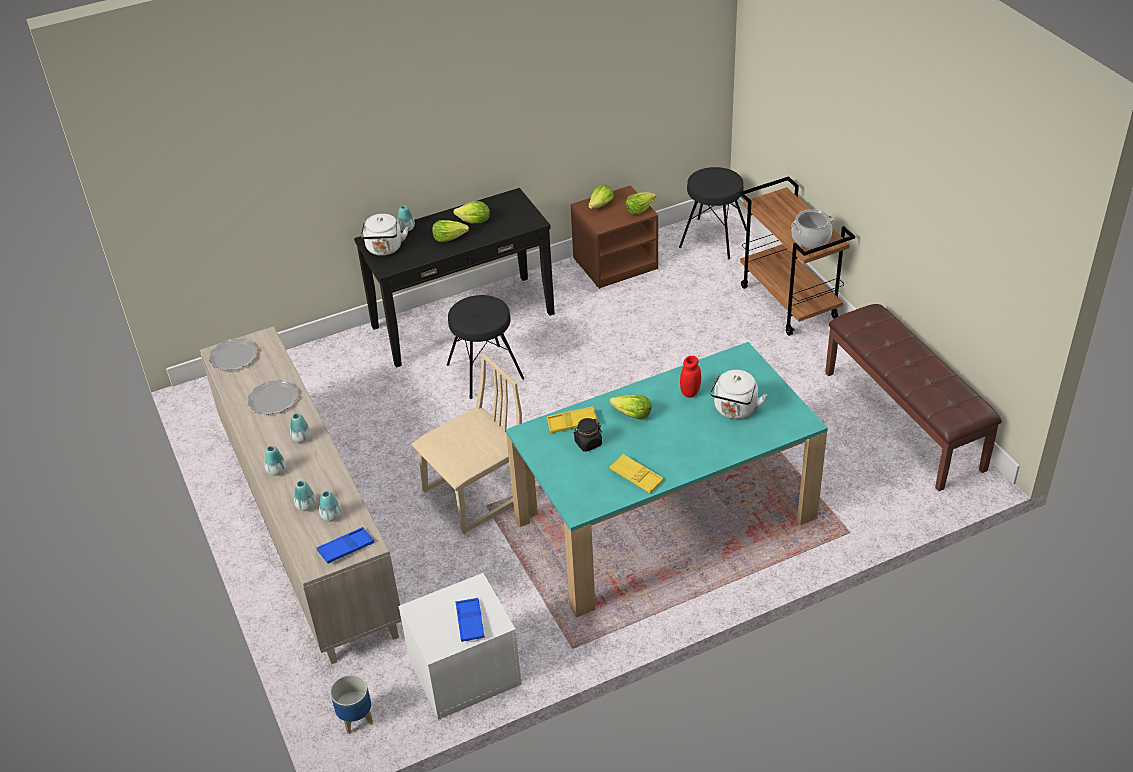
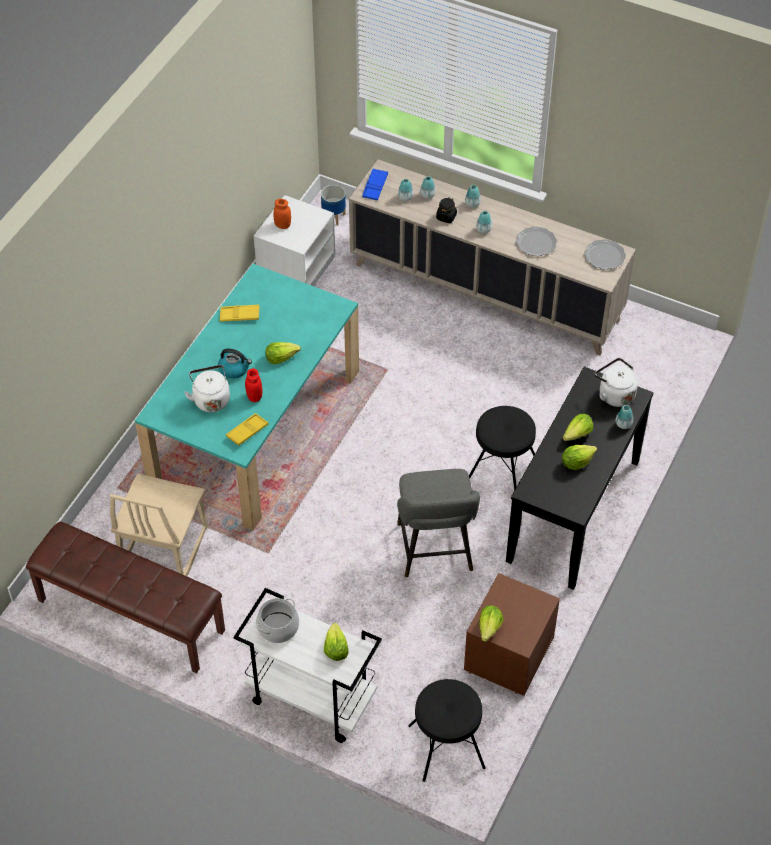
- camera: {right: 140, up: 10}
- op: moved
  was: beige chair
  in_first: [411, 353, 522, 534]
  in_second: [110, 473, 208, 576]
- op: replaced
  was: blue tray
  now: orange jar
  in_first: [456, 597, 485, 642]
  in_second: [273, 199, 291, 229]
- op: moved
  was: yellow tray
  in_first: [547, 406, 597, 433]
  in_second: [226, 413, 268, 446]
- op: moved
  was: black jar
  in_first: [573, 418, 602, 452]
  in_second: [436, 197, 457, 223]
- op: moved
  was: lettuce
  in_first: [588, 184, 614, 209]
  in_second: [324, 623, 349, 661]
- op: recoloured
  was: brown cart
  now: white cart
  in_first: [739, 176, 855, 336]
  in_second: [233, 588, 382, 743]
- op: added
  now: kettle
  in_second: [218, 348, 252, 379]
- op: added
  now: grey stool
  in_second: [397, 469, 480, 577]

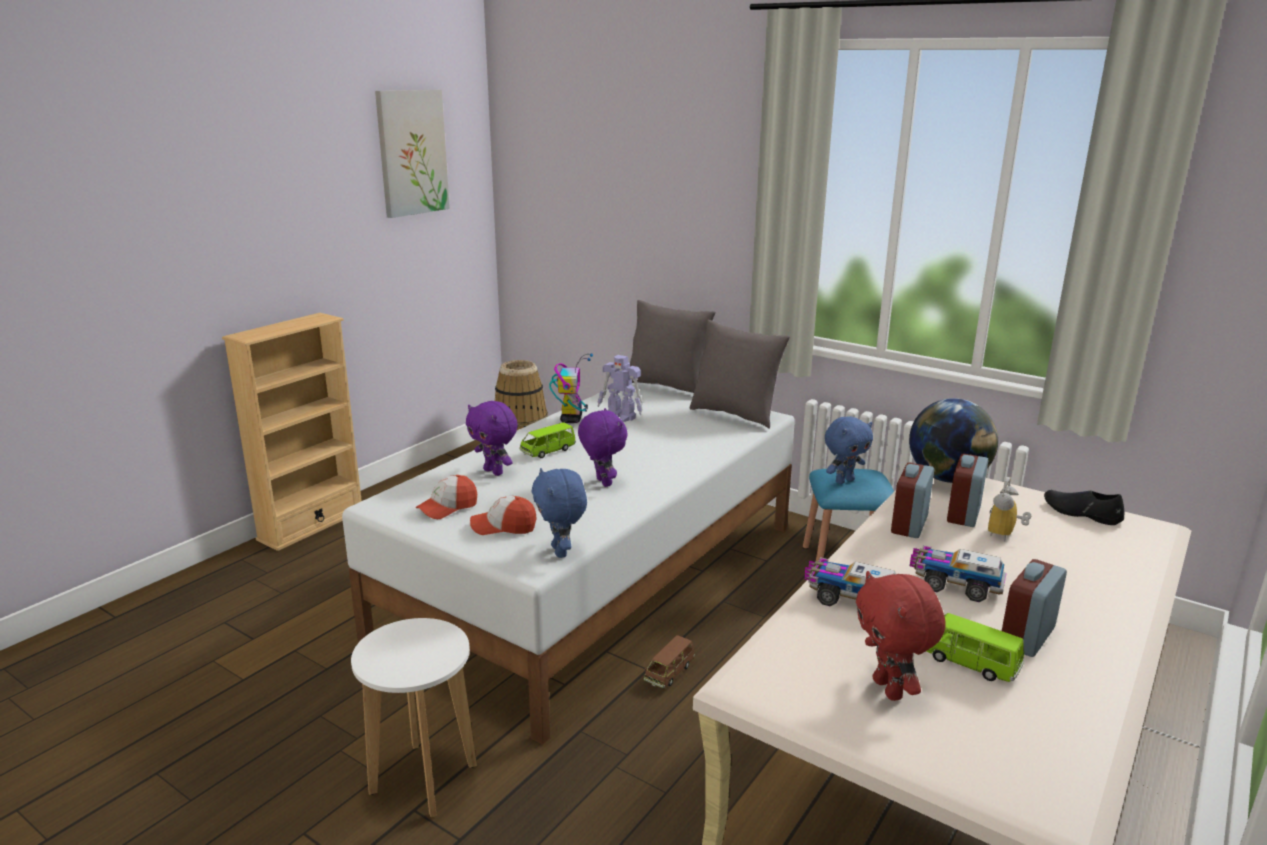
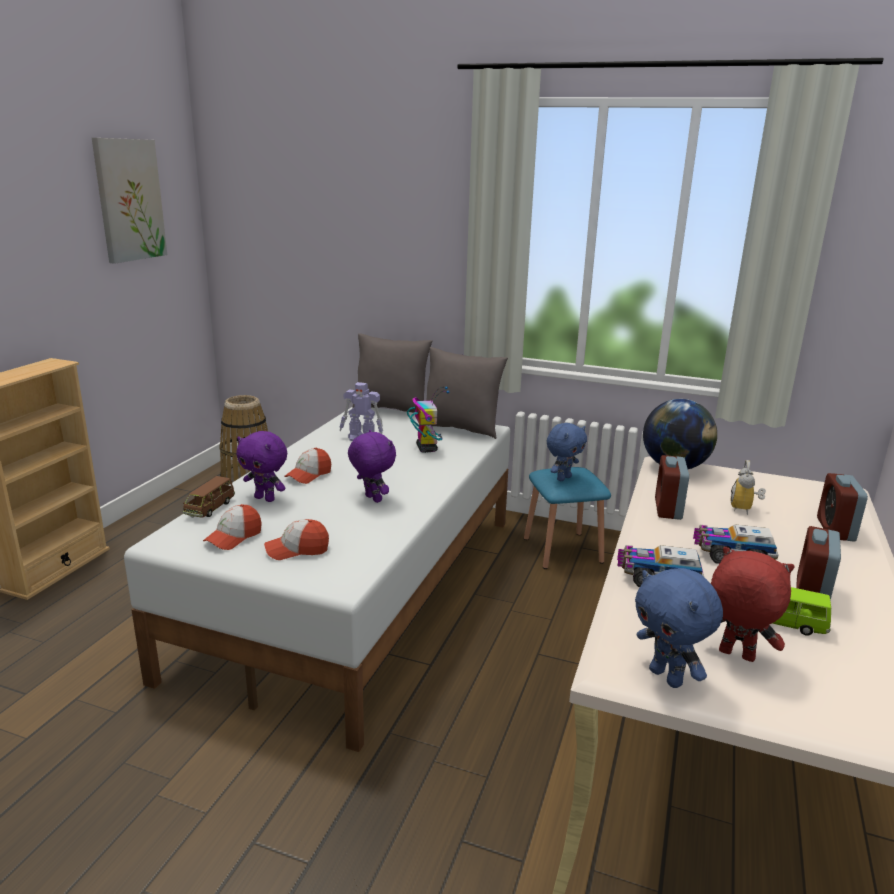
- camera: {right: -15, up: 0}
- op: removed
  was: white stool
  in_first: [351, 618, 477, 817]
- op: replaced
  was: green toy car
  now: cap
  in_first: [519, 422, 576, 458]
  in_second: [284, 448, 331, 484]
- op: moved
  was: blue plush toy
  in_first: [531, 468, 587, 558]
  in_second: [635, 568, 723, 688]
- op: moved
  was: toy robot
  in_first: [549, 353, 593, 423]
  in_second: [407, 386, 449, 453]
- op: moved
  was: brown toy car
  in_first: [644, 635, 695, 688]
  in_second: [183, 476, 235, 518]
- op: turned
  was: red plush toy
  in_first: [856, 571, 946, 701]
  in_second: [711, 547, 795, 662]
  clockwise: 150
- op: moved
  was: alarm clock
  in_first: [947, 453, 988, 527]
  in_second: [817, 473, 868, 541]
- op: removed
  was: black shoe
  in_first: [1044, 490, 1124, 525]

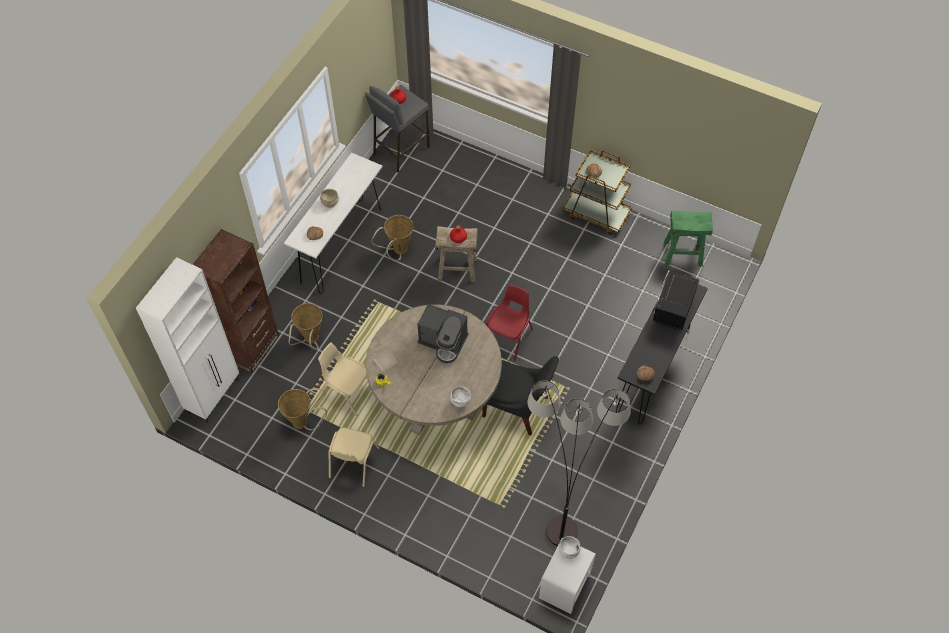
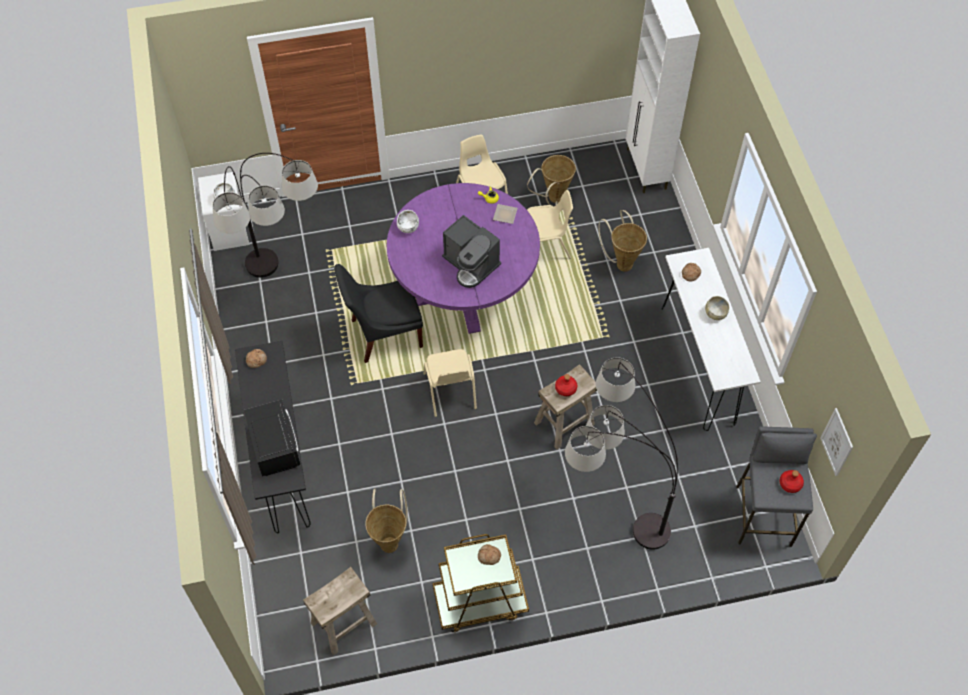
- camera: {right: 140, up: 0}
- op: removed
  was: brown bookcase
  in_first: [193, 229, 279, 373]
- op: recoloured
  was: beige dining table
  now: purple dining table
  in_first: [366, 304, 502, 435]
  in_second: [387, 183, 540, 334]
- op: moved
  was: basket
  in_first: [372, 215, 413, 260]
  in_second: [365, 489, 408, 553]
- op: turned
  was: coffee machine
  in_first: [417, 304, 469, 363]
  in_second: [442, 215, 501, 288]
  clockwise: -120
- op: recoloured
  was: red chair
  now: beige chair
  in_first: [486, 284, 533, 361]
  in_second: [424, 349, 477, 417]
- op: recoloured
  was: green stool
  now: beige stool
  in_first: [664, 210, 713, 266]
  in_second: [303, 567, 377, 655]
- op: added
  now: floor lamp
  in_second: [565, 357, 678, 550]
- op: added
  now: picture
  in_second: [820, 408, 853, 476]

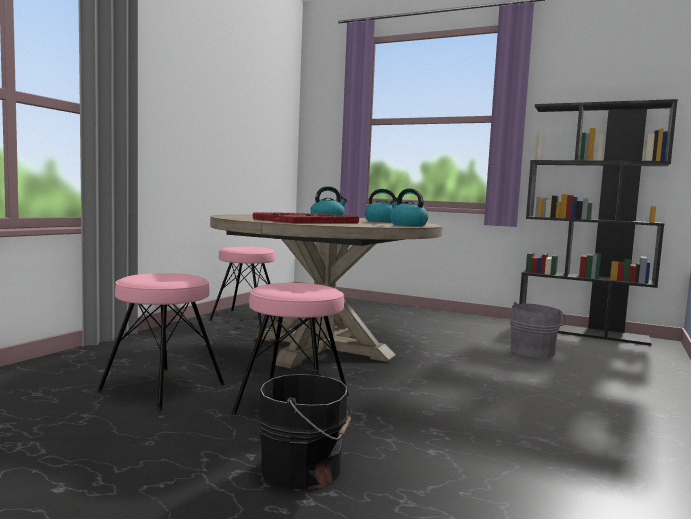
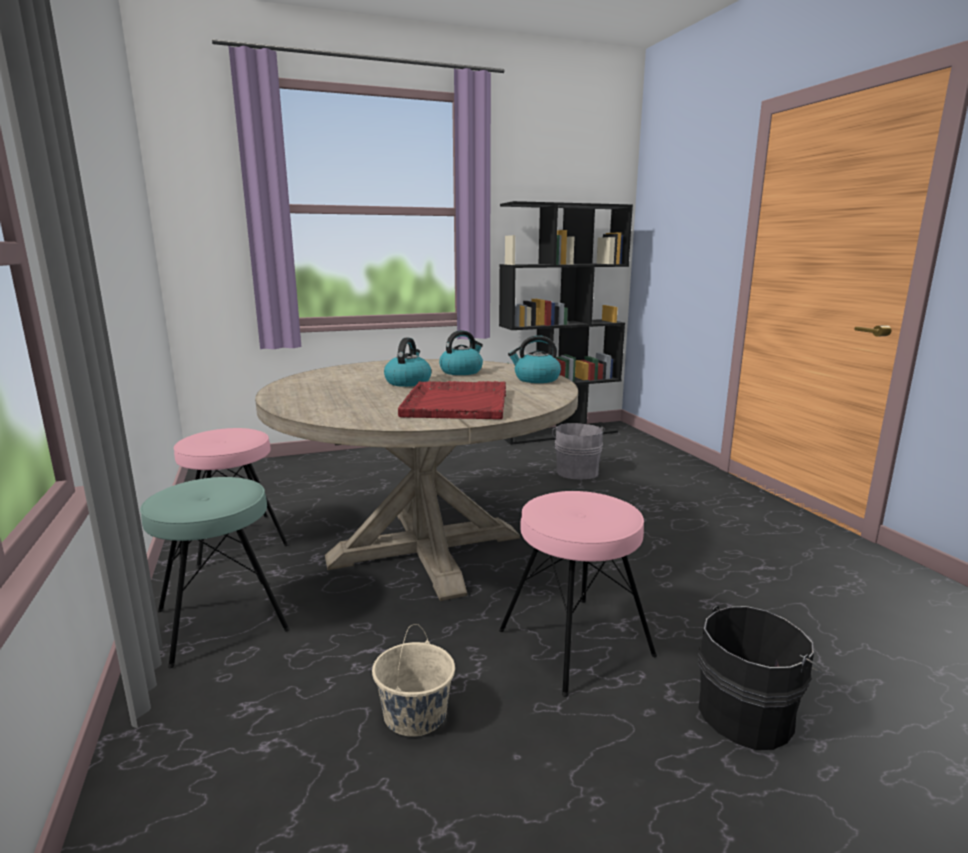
- camera: {right: -45, up: 10}
- op: replaced
  was: pink stool
  now: beige bucket
  in_first: [97, 273, 225, 411]
  in_second: [372, 624, 455, 736]
- op: added
  now: turquoise stool
  in_second: [140, 477, 290, 668]

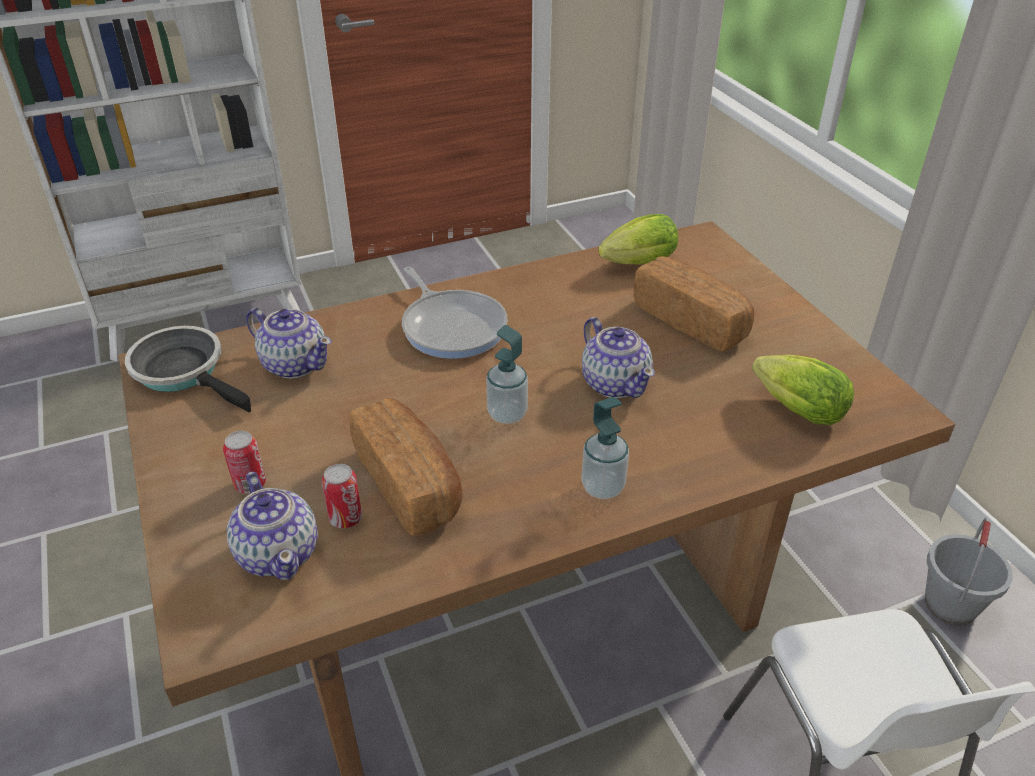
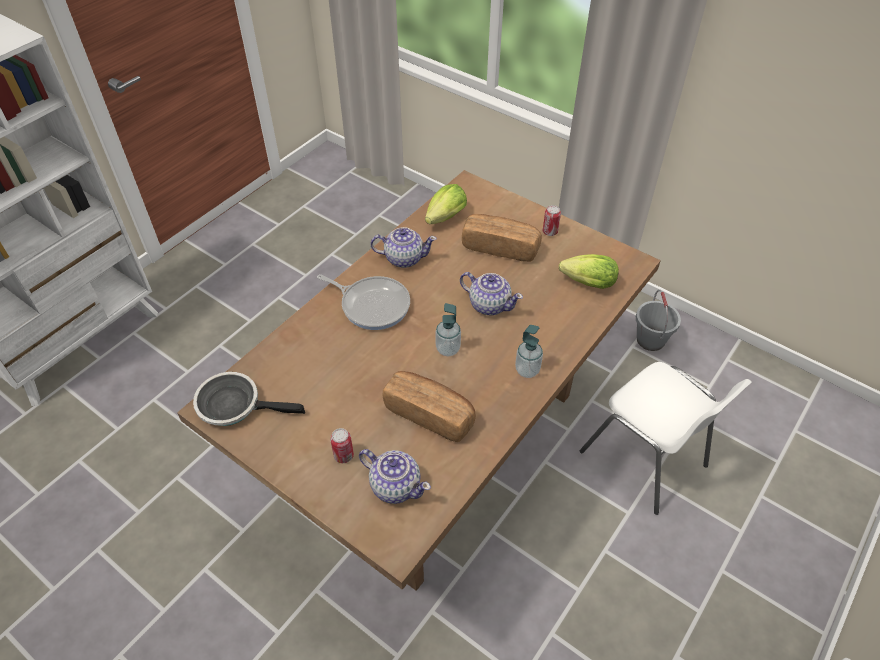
- camera: {right: -30, up: 10}
- op: moved
  was: teapot
  in_first: [246, 308, 332, 378]
  in_second: [371, 227, 437, 268]
- op: moved
  was: can
  in_first: [322, 464, 362, 528]
  in_second: [543, 205, 561, 236]

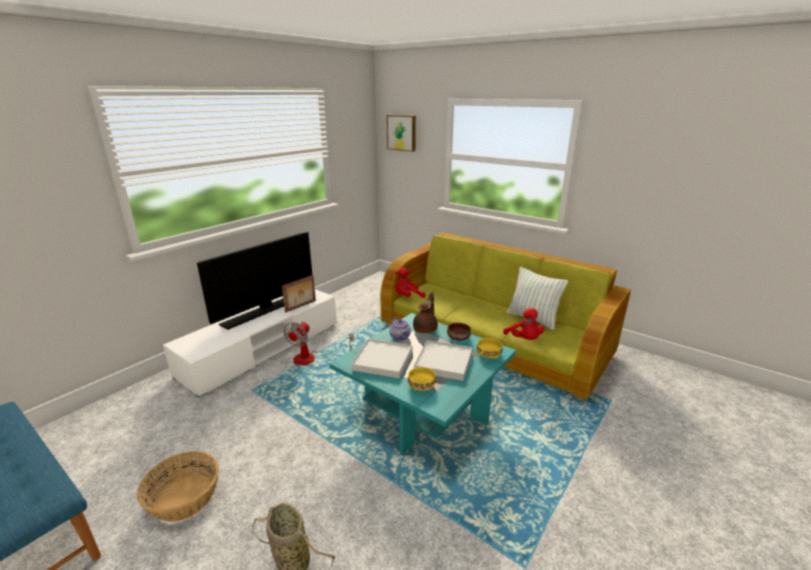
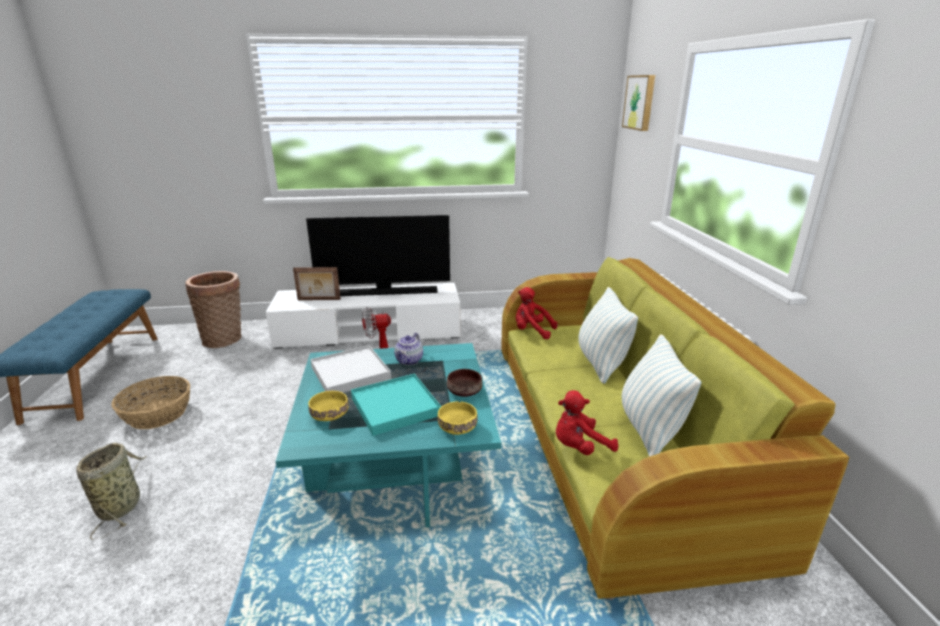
- camera: {right: 45, up: 0}
- op: moved
  was: picture frame
  in_first: [282, 275, 316, 313]
  in_second: [293, 267, 341, 300]
- op: removed
  was: brown teapot
  in_first: [413, 292, 438, 333]
- op: recoloured
  was: white tray
  now: turquoise tray
  in_first: [414, 340, 472, 381]
  in_second: [351, 374, 441, 436]
- op: turned
  was: red plush toy
  in_first: [503, 308, 544, 340]
  in_second: [556, 390, 618, 455]
  clockwise: 45
- op: added
  now: basket
  in_second: [186, 271, 242, 348]
- op: added
  now: pillow
  in_second: [578, 287, 638, 384]

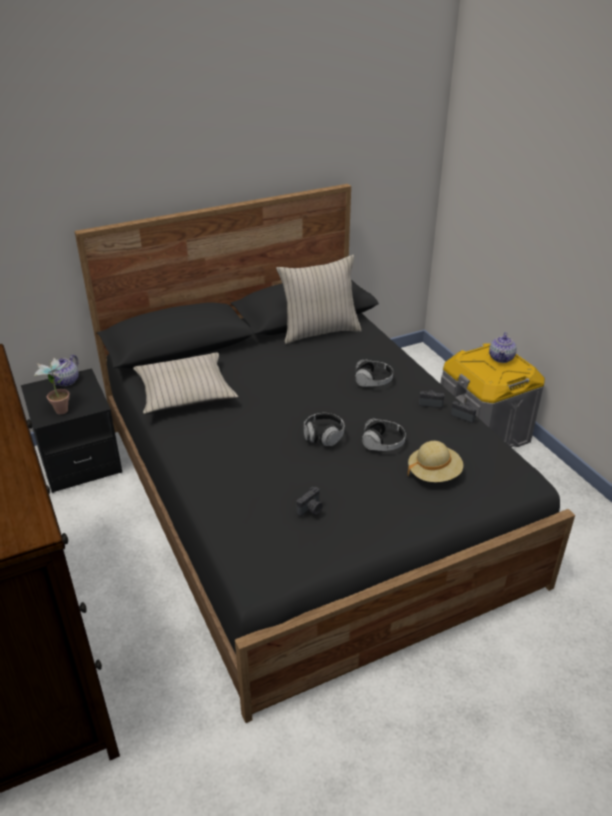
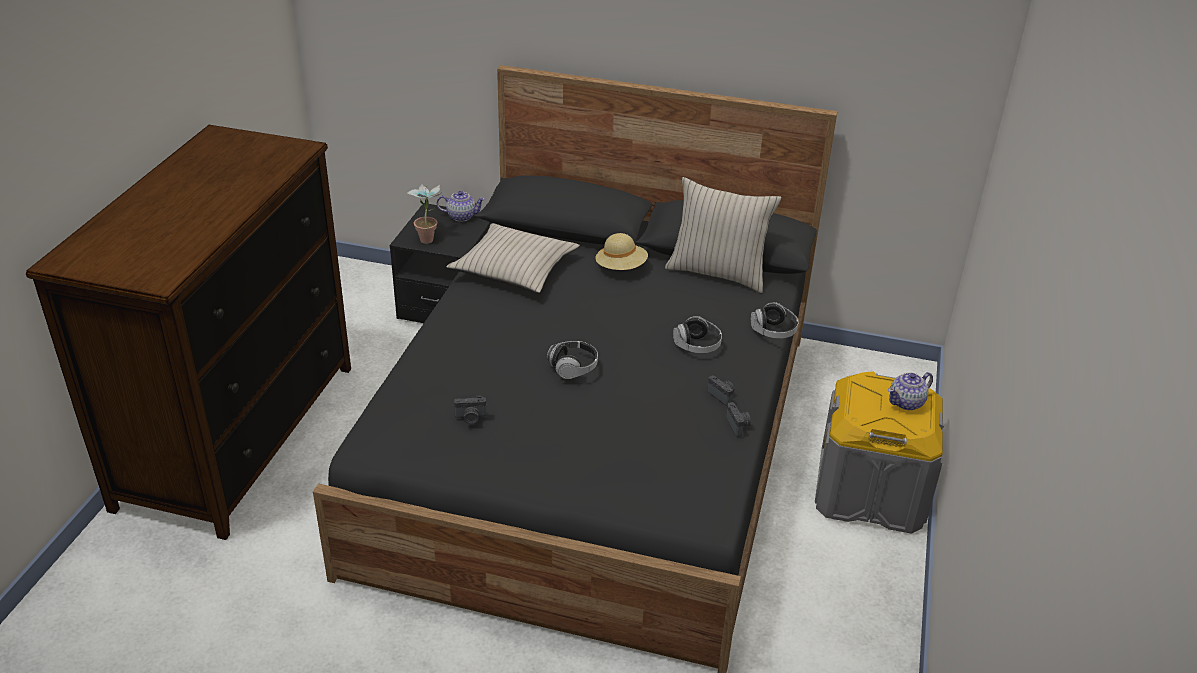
- camera: {right: 40, up: 0}
- op: turned
  was: teapot
  in_first: [47, 355, 79, 386]
  in_second: [437, 191, 485, 222]
  clockwise: -150
- op: moved
  was: headphones
  in_first: [362, 419, 406, 451]
  in_second: [751, 302, 799, 339]
- op: moved
  was: beige hat
  in_first: [408, 441, 463, 482]
  in_second: [596, 233, 648, 270]

